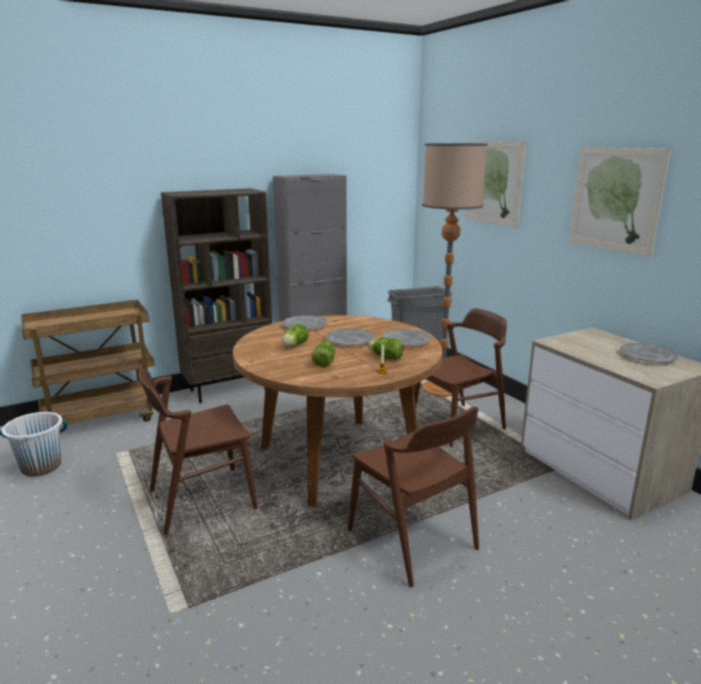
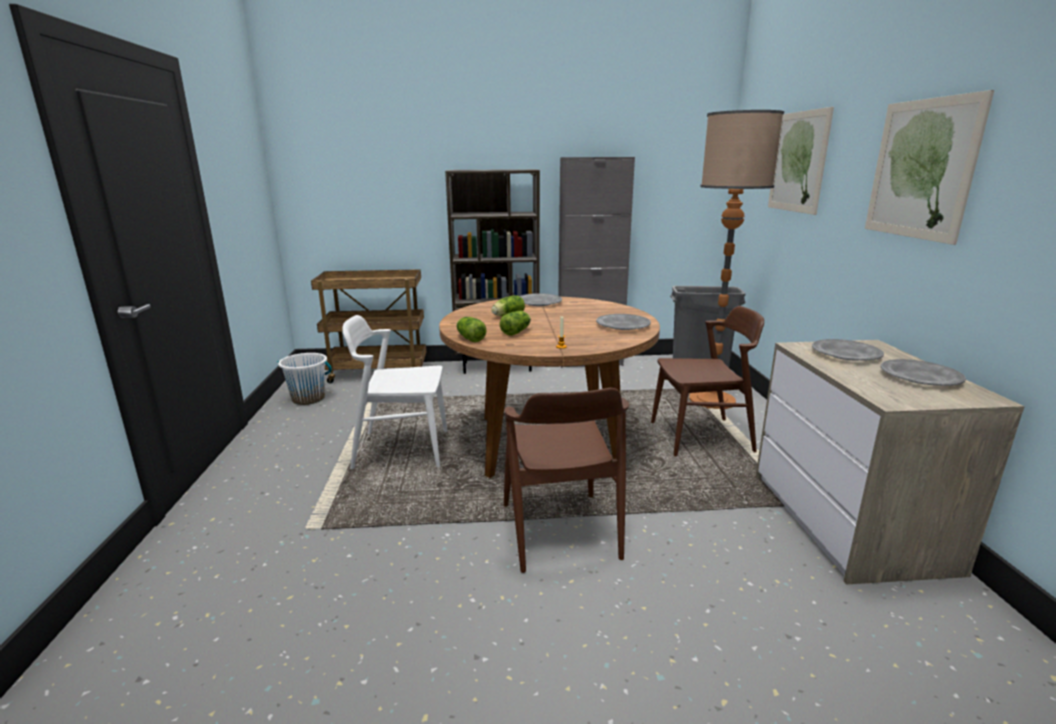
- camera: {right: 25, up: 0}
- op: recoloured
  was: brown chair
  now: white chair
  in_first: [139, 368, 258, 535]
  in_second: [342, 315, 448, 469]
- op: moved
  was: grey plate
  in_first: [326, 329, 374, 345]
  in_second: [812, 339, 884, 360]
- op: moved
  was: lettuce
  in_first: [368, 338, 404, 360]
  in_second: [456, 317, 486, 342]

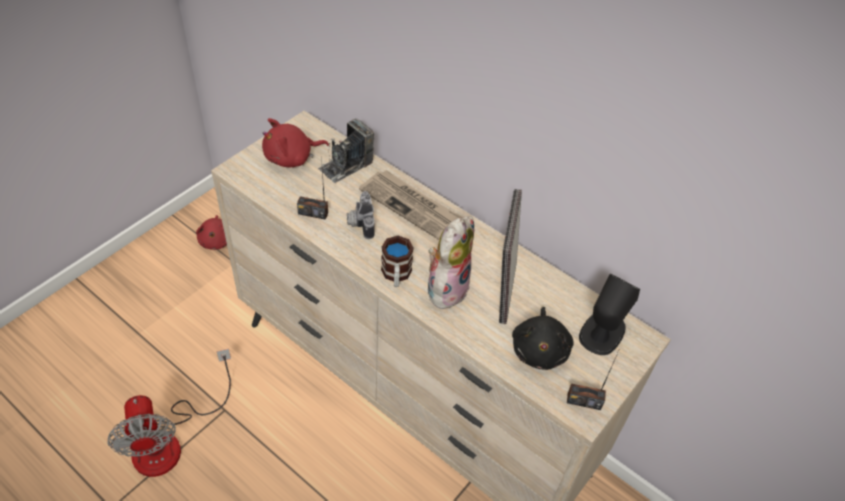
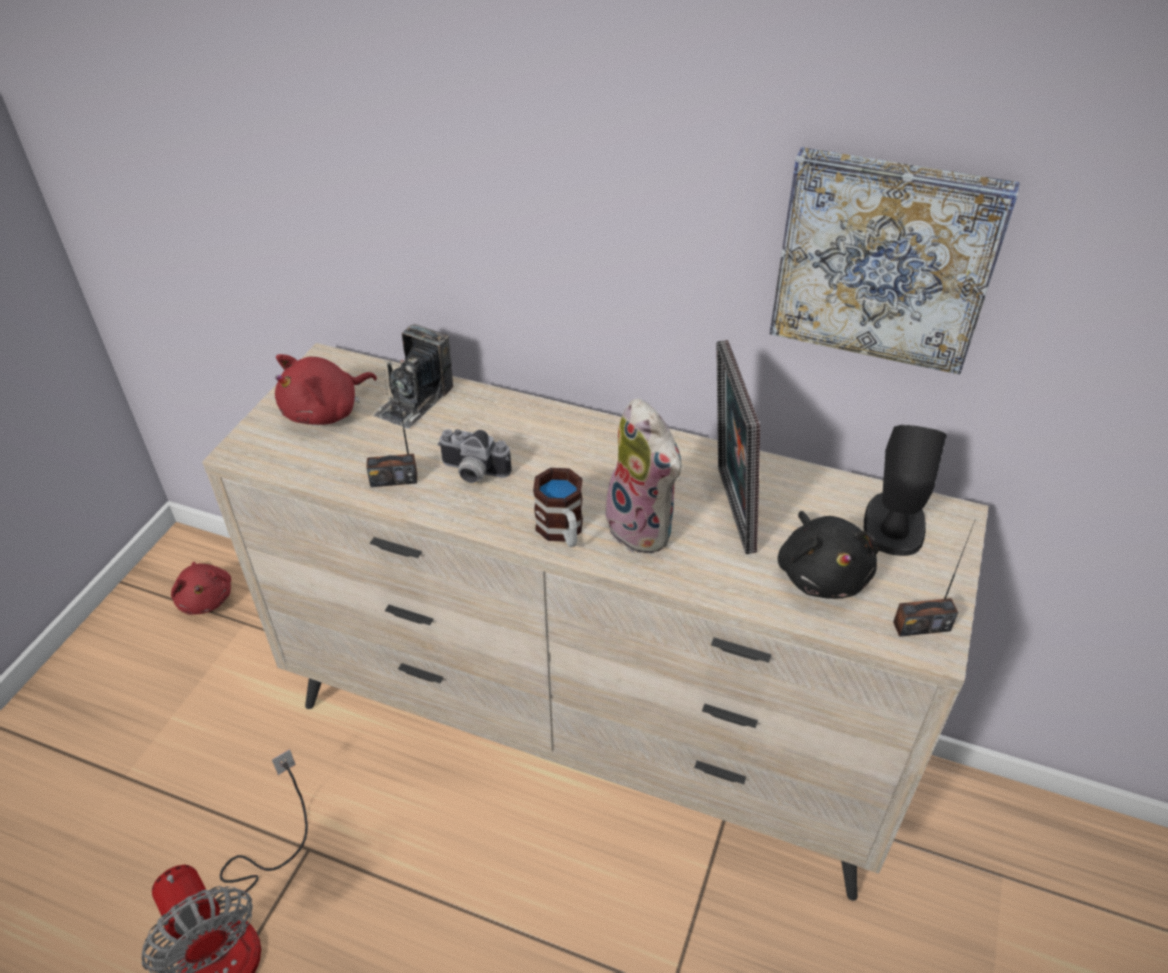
- camera: {right: -15, up: -5}
- op: turned
  was: photo camera
  in_first: [347, 191, 375, 239]
  in_second: [438, 429, 511, 483]
  clockwise: -45
- op: removed
  was: newspaper
  in_first: [359, 170, 462, 240]
- op: turned
  was: plush toy
  in_first: [428, 216, 474, 309]
  in_second: [600, 399, 681, 553]
  clockwise: 135
- op: added
  now: picture
  in_second: [770, 147, 1020, 375]

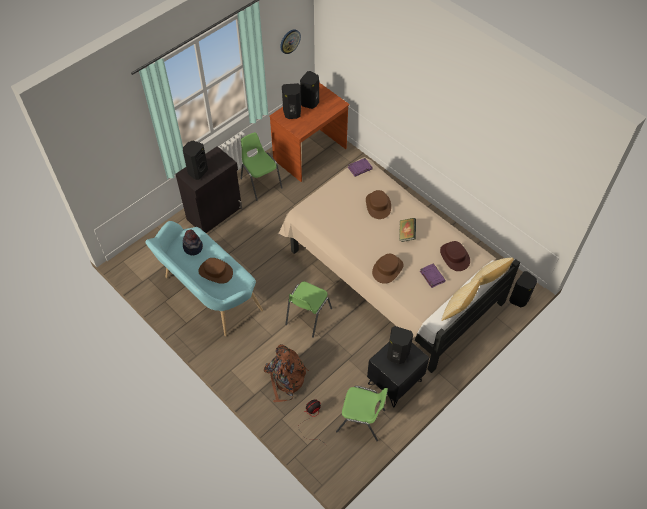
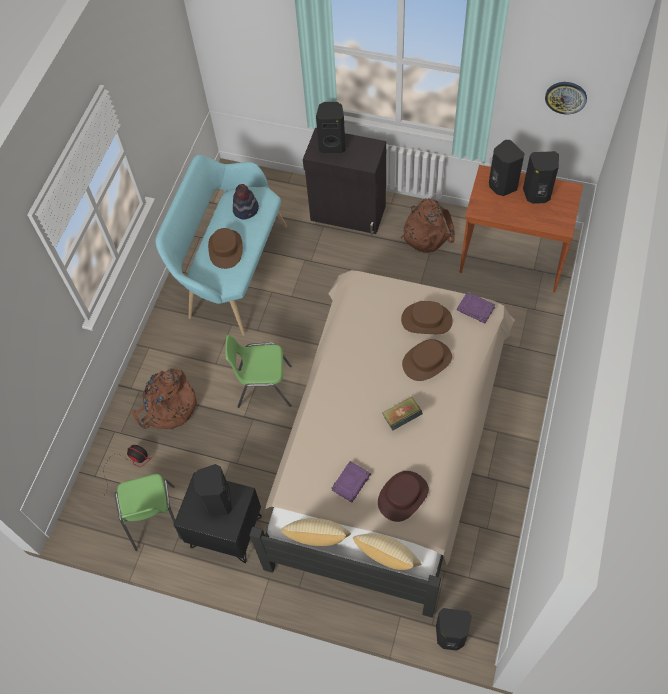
- camera: {right: 65, up: 5}
- op: replaced
  was: green chair
  now: brown backpack
  in_first: [241, 132, 283, 201]
  in_second: [401, 198, 455, 253]
- op: moved
  was: brown hat
  in_first: [372, 254, 404, 284]
  in_second: [401, 301, 453, 334]

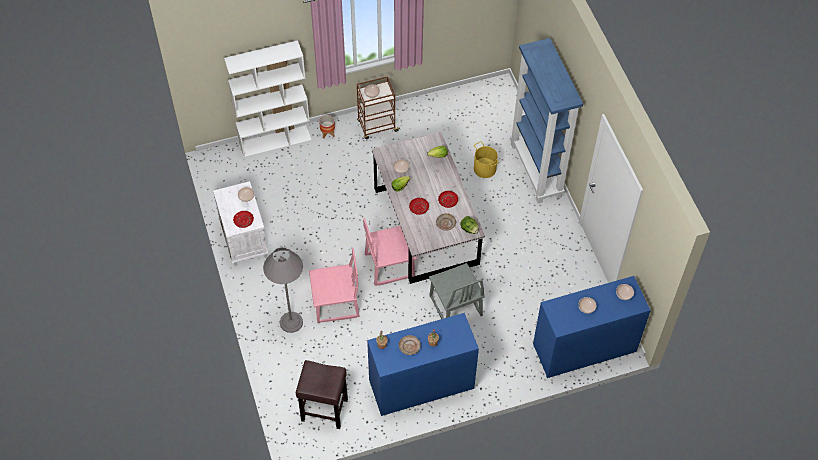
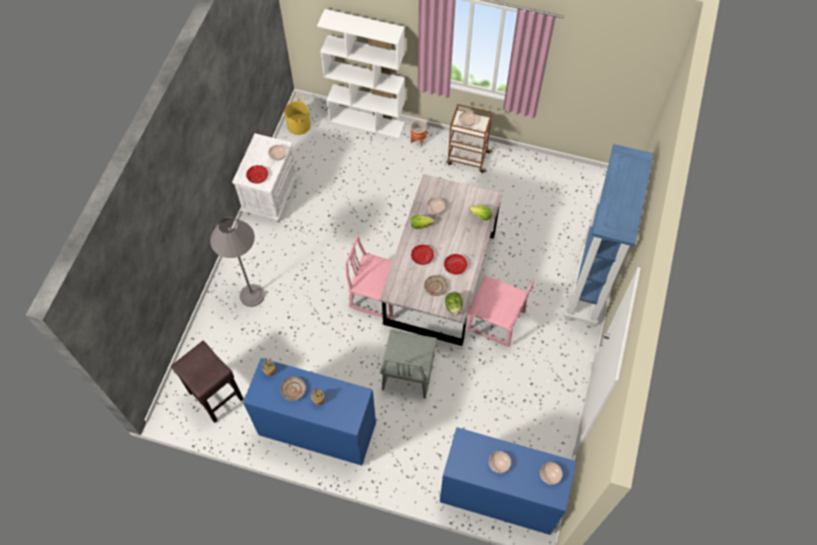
- camera: {right: 35, up: 5}
- op: moved
  was: pink chair
  in_first: [309, 248, 360, 323]
  in_second: [466, 276, 534, 347]
- op: moved
  was: yellow bucket
  in_first: [474, 141, 499, 178]
  in_second: [284, 95, 311, 135]

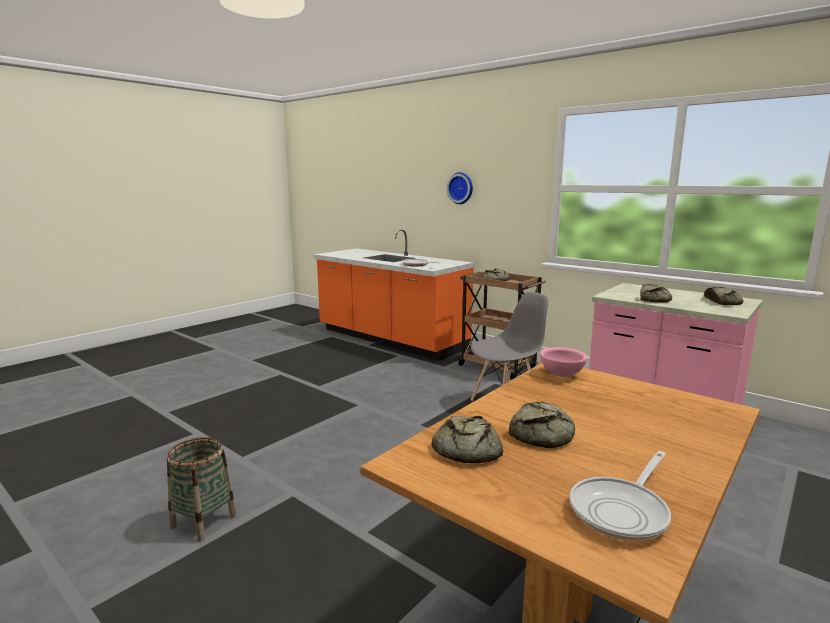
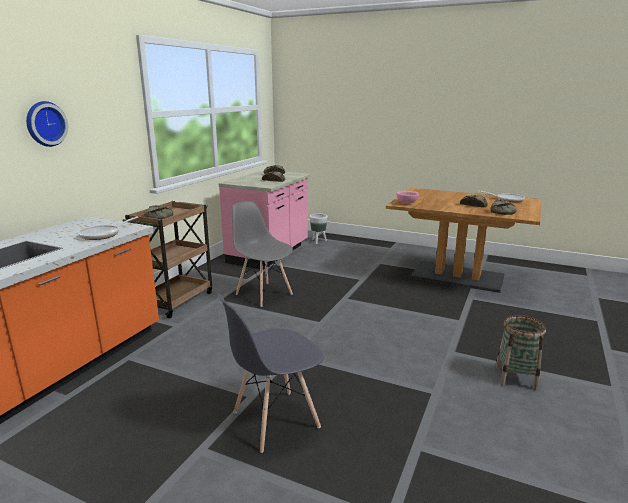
- camera: {right: -105, up: 5}
- op: added
  now: grey chair
  in_second: [217, 293, 324, 453]
- op: added
  now: white planter
  in_second: [310, 214, 327, 244]

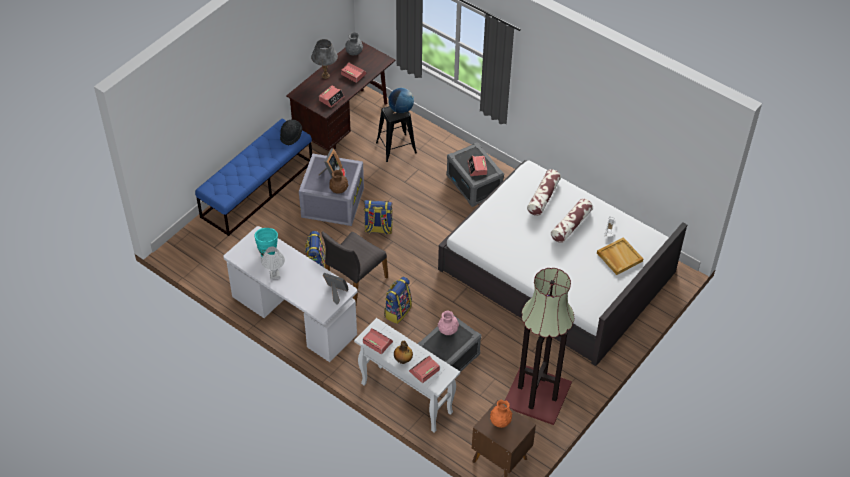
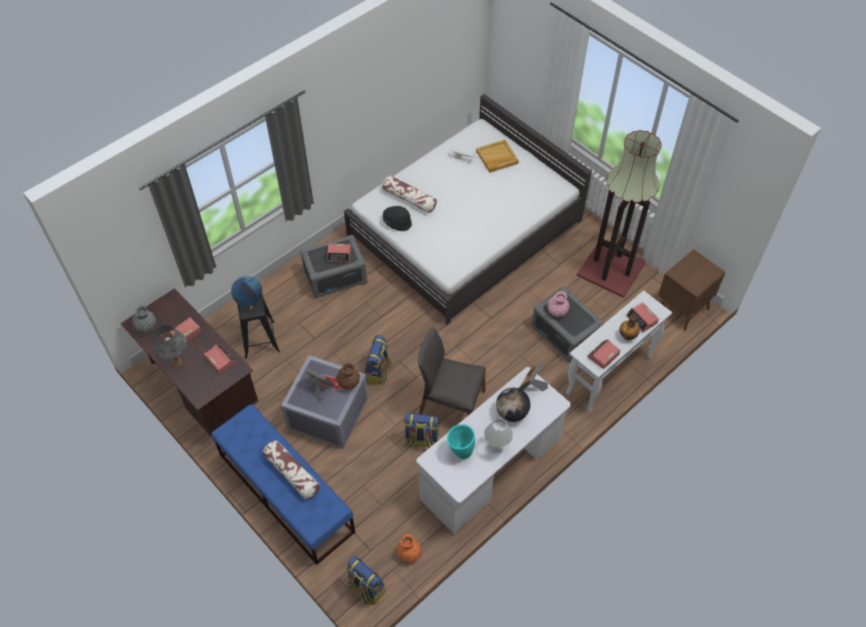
- camera: {right: -80, up: 5}
- op: moved
  was: black hat
  in_first: [280, 120, 302, 145]
  in_second: [383, 206, 412, 231]
- op: turned
  was: grey chair
  in_first: [321, 231, 388, 304]
  in_second: [418, 328, 486, 415]
  clockwise: 150
- op: moved
  was: backpack
  in_first: [384, 277, 412, 324]
  in_second: [346, 556, 386, 605]
- op: moved
  was: orange vase
  in_first: [490, 399, 512, 428]
  in_second: [397, 534, 422, 562]
- op: moved
  was: pillow
  in_first: [551, 198, 593, 243]
  in_second: [263, 441, 320, 499]
- op: added
  now: globe
  in_second: [496, 388, 530, 422]

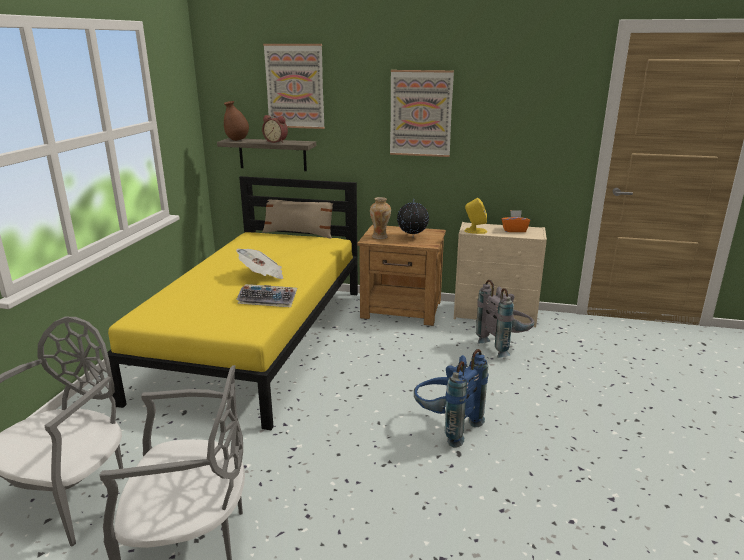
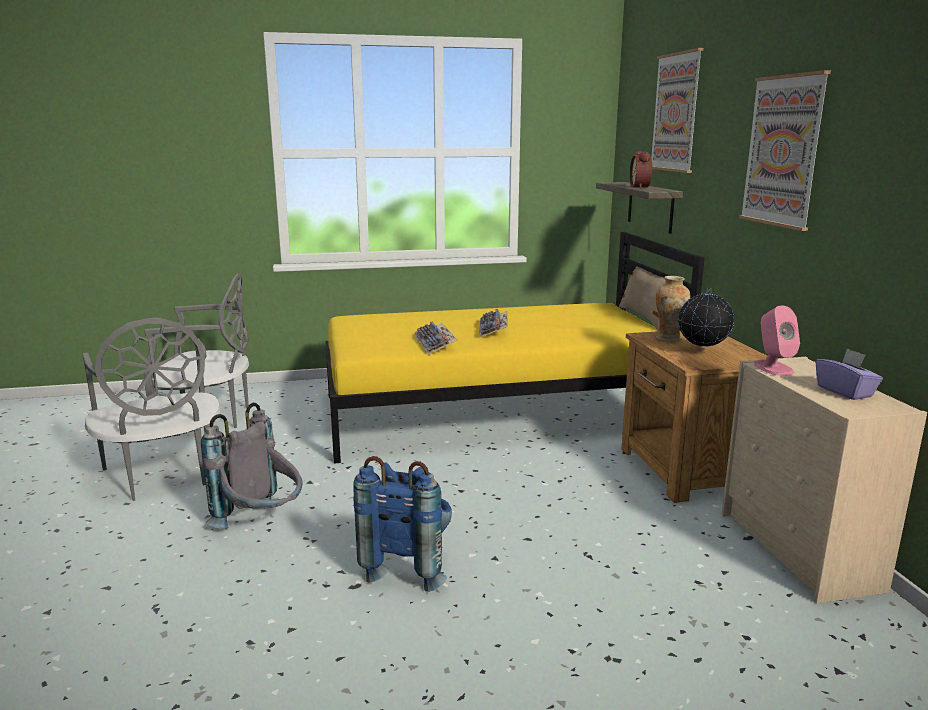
- camera: {right: 65, up: -5}
- op: removed
  was: brown vase
  in_first: [224, 101, 249, 141]
- op: replaced
  was: newspaper
  now: keyboard
  in_first: [236, 249, 283, 279]
  in_second: [479, 309, 508, 338]
- op: recoloured
  was: yellow speaker
  now: pink speaker
  in_first: [464, 198, 487, 234]
  in_second: [754, 306, 800, 375]
- op: moved
  was: grey backpack
  in_first: [476, 280, 534, 358]
  in_second: [201, 403, 303, 529]
- op: recoloured
  was: orange tissue box
  now: purple tissue box
  in_first: [502, 210, 530, 232]
  in_second: [816, 348, 883, 400]

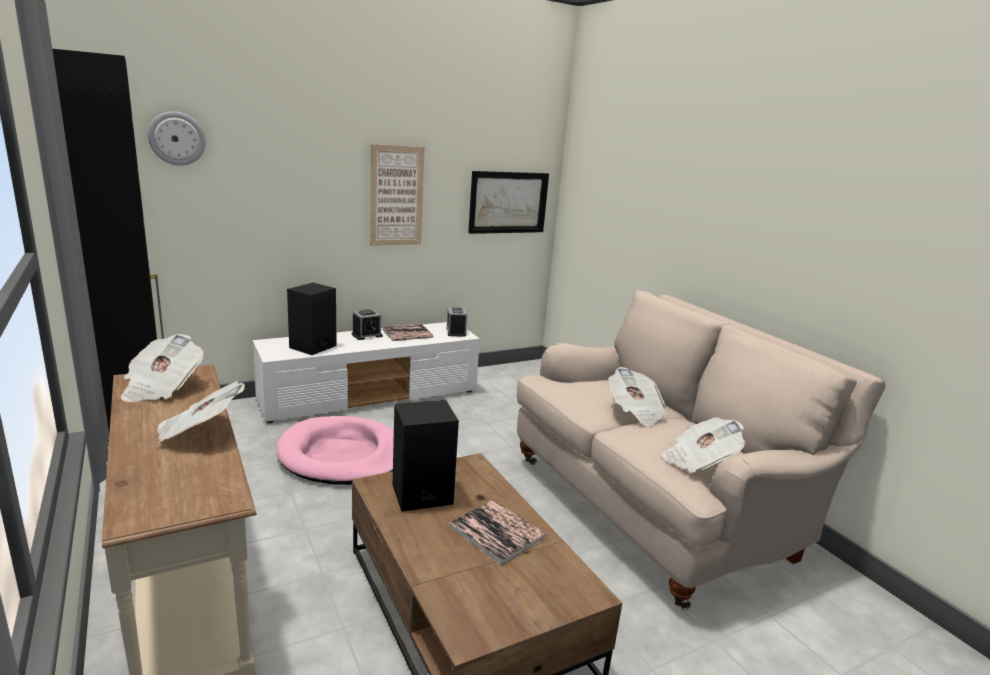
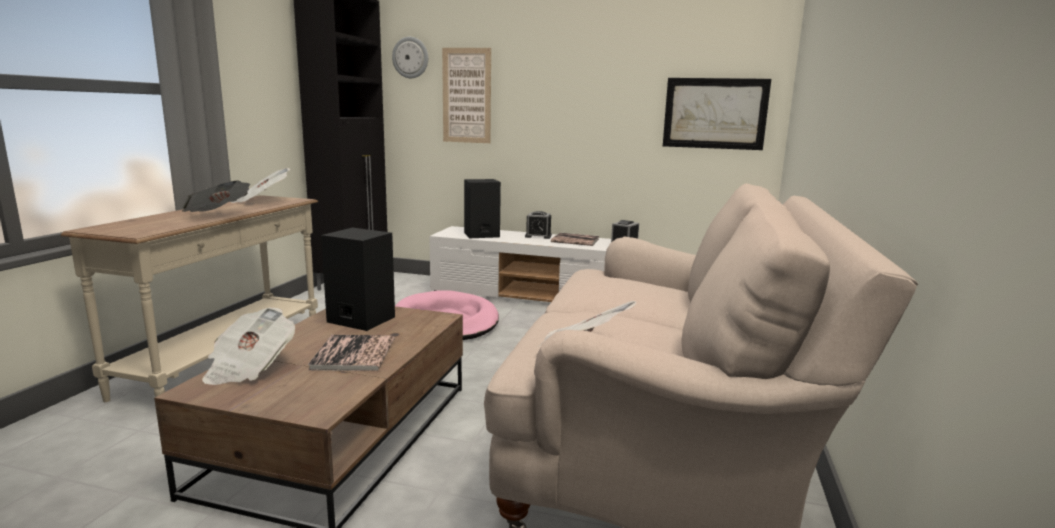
- camera: {right: 45, up: -5}
- op: moved
  was: picture
  in_first: [370, 144, 424, 246]
  in_second: [442, 48, 491, 143]
- op: moved
  was: newspaper
  in_first: [608, 367, 668, 427]
  in_second: [202, 307, 295, 385]

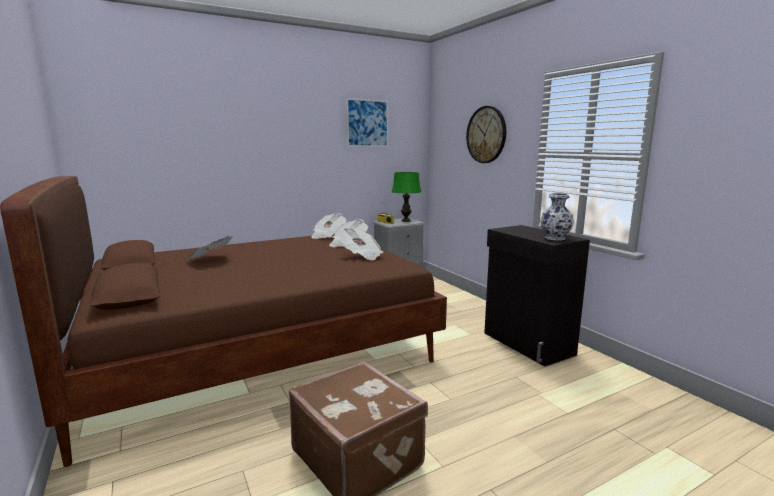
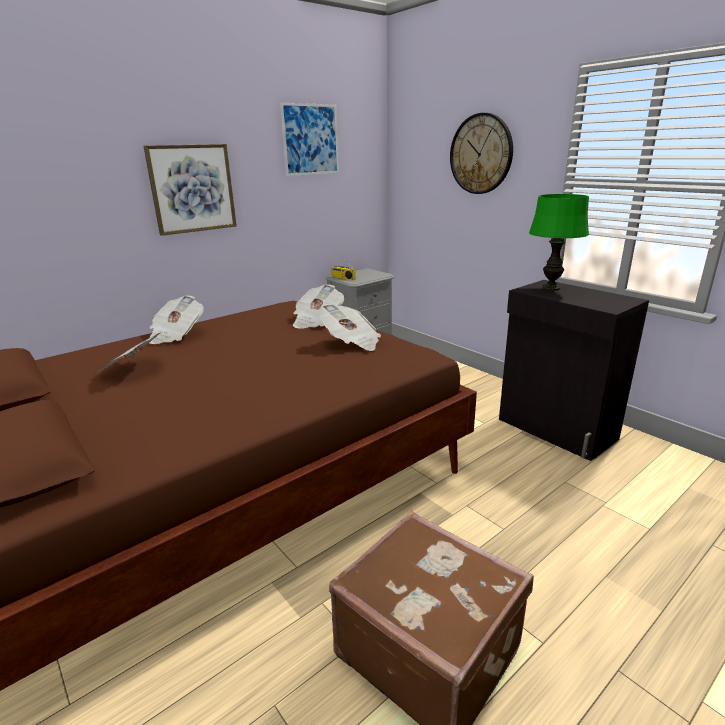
- camera: {right: -10, up: 10}
- op: moved
  was: newspaper
  in_first: [311, 213, 347, 239]
  in_second: [149, 295, 204, 344]
- op: moved
  was: green table lamp
  in_first: [392, 172, 421, 222]
  in_second: [529, 194, 589, 291]
- op: removed
  was: vase
  in_first: [540, 193, 574, 241]
- op: added
  now: picture
  in_second: [143, 144, 237, 236]

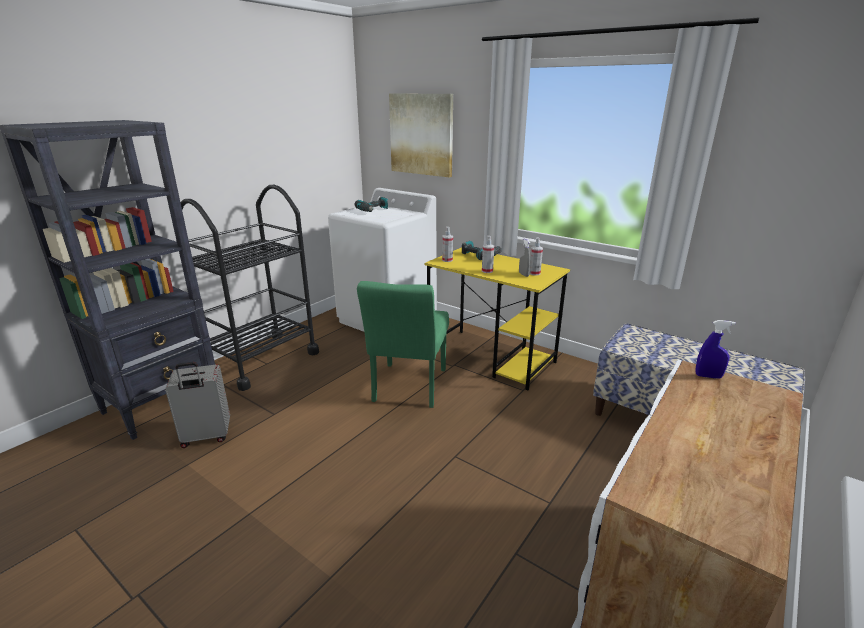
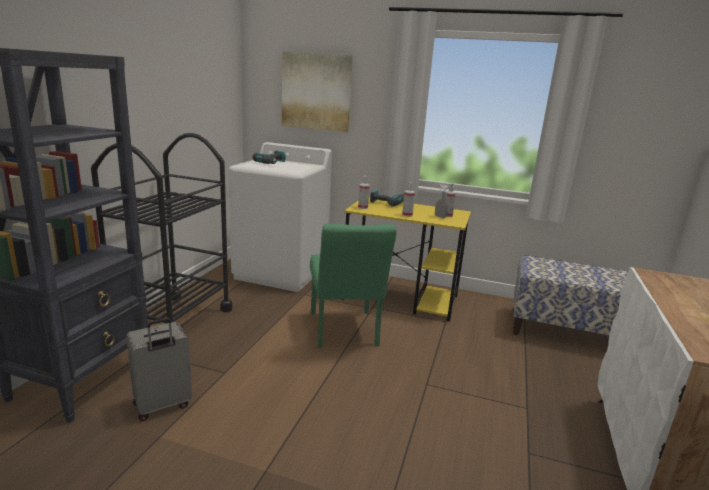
- camera: {right: -20, up: -5}
- op: removed
  was: blue spray bottle
  in_first: [695, 320, 736, 379]

